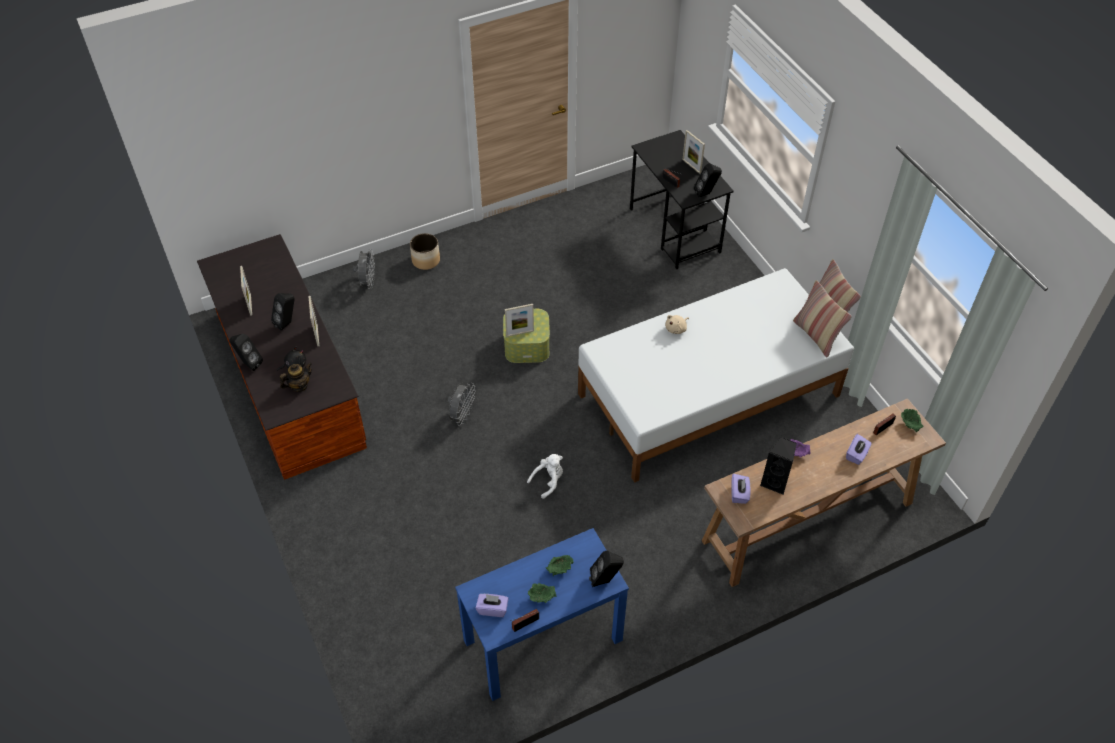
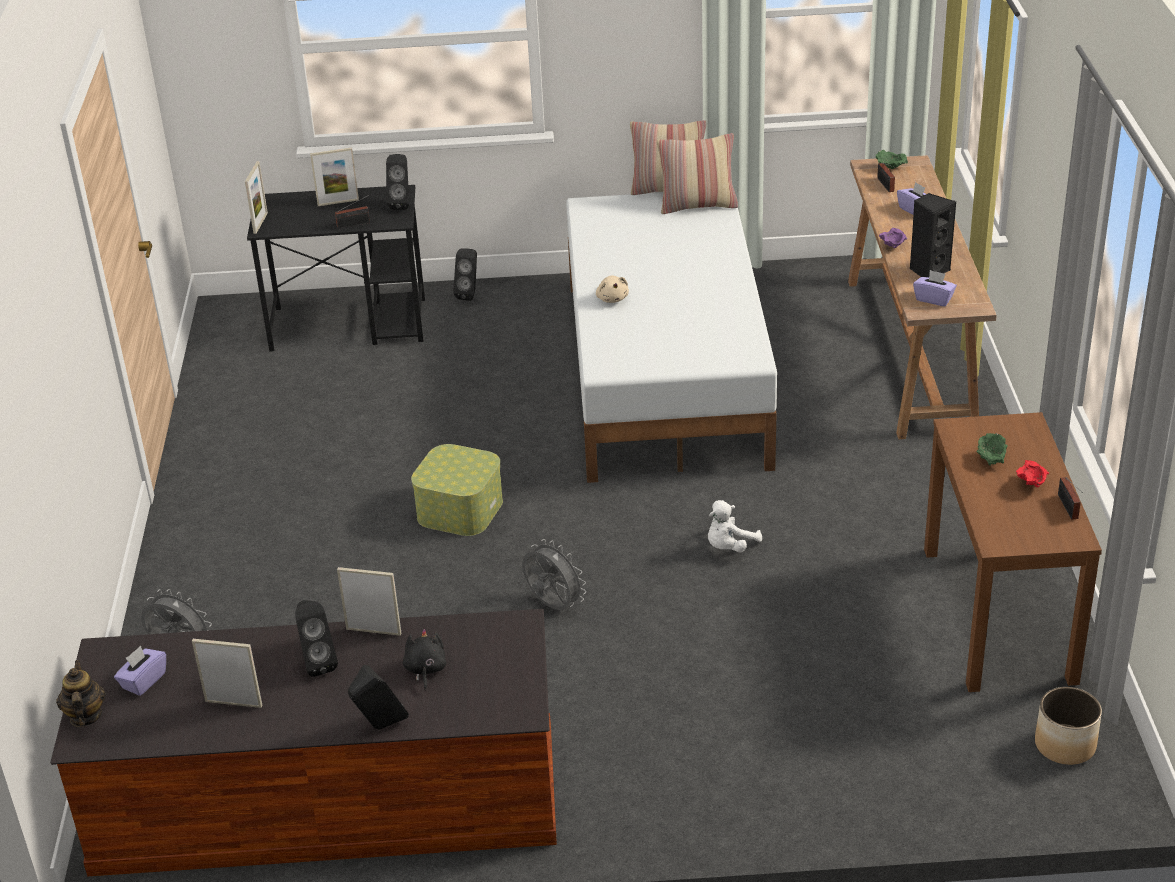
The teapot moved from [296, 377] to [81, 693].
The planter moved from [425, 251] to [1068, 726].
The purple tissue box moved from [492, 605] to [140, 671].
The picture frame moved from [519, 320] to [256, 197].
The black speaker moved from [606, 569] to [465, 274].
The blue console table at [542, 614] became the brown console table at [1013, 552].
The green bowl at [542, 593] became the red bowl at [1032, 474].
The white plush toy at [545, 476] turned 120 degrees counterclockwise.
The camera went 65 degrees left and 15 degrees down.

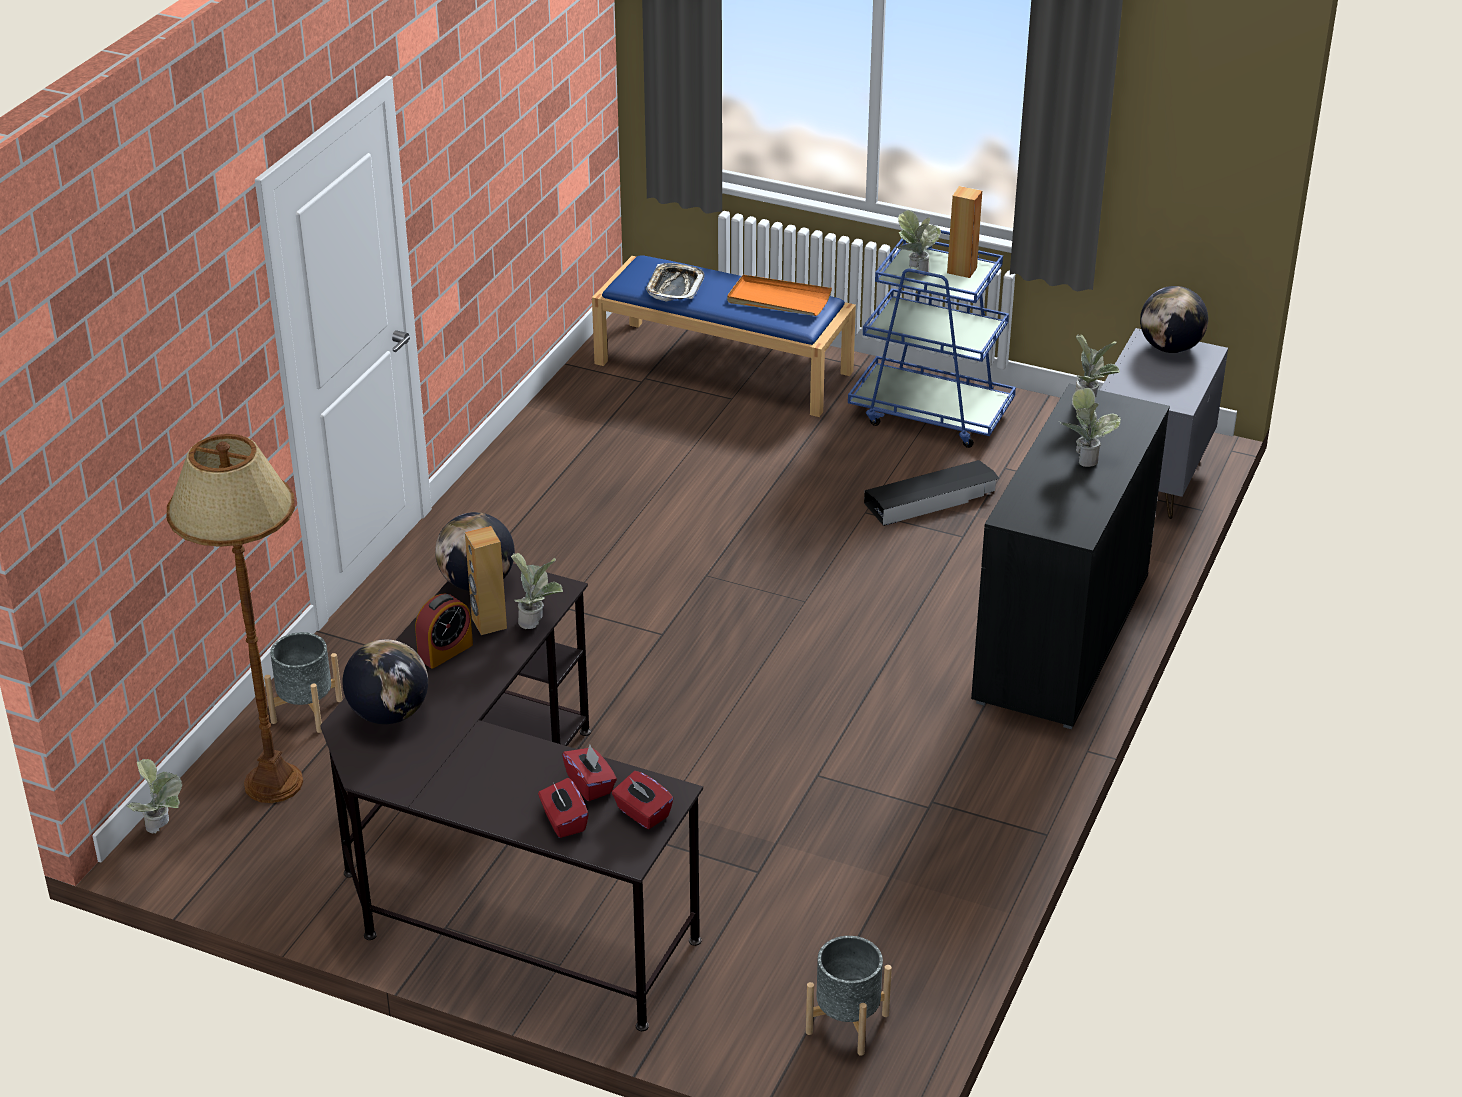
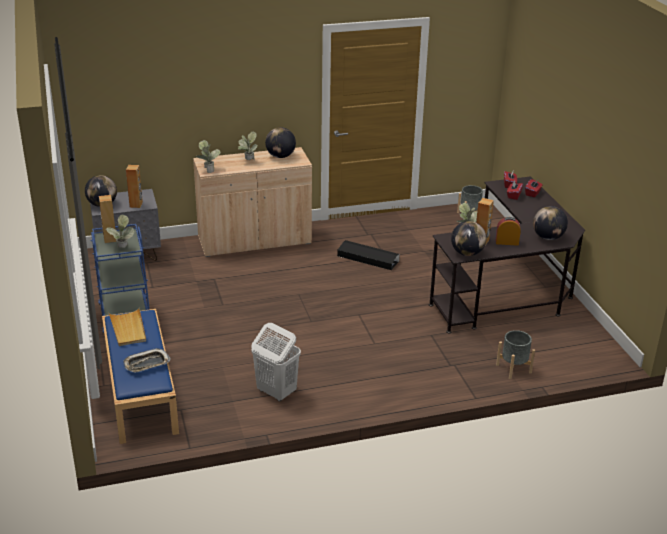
The potted plant at [154, 796] disappeared.
The brown floor lamp at [234, 618] disappeared.
The brown speaker at [134, 186] appeared.
The white laundry basket at [276, 362] appeared.
The globe at [280, 142] appeared.
The black storage box moved from [931, 493] to [368, 255].
The orange tray at [779, 295] became the beige tray at [127, 327].
The black cabinet at [1070, 556] became the beige cabinet at [252, 202].
The camera went 130 degrees left and 5 degrees down.

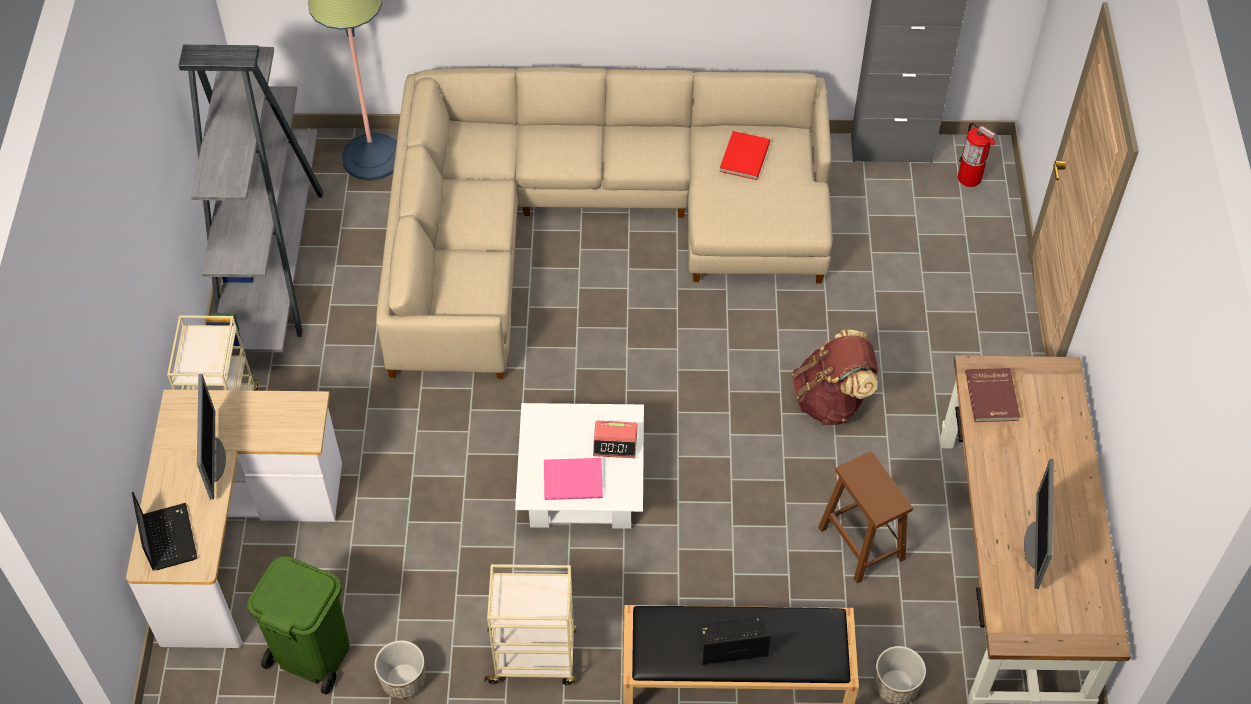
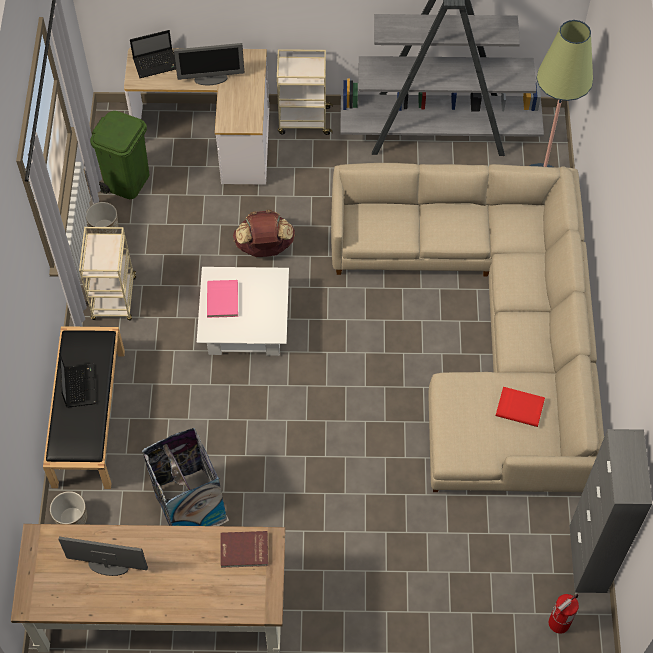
The alarm clock at [615, 439] disappeared.
The brown backpack moved from [835, 377] to [264, 233].
The brown stool at [865, 517] was replaced by the trash can at [185, 477].
The camera went 90 degrees right and 5 degrees up.

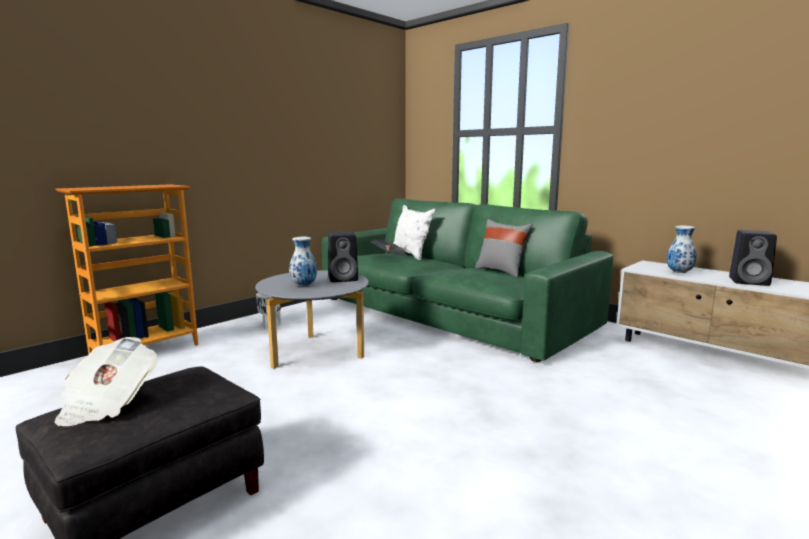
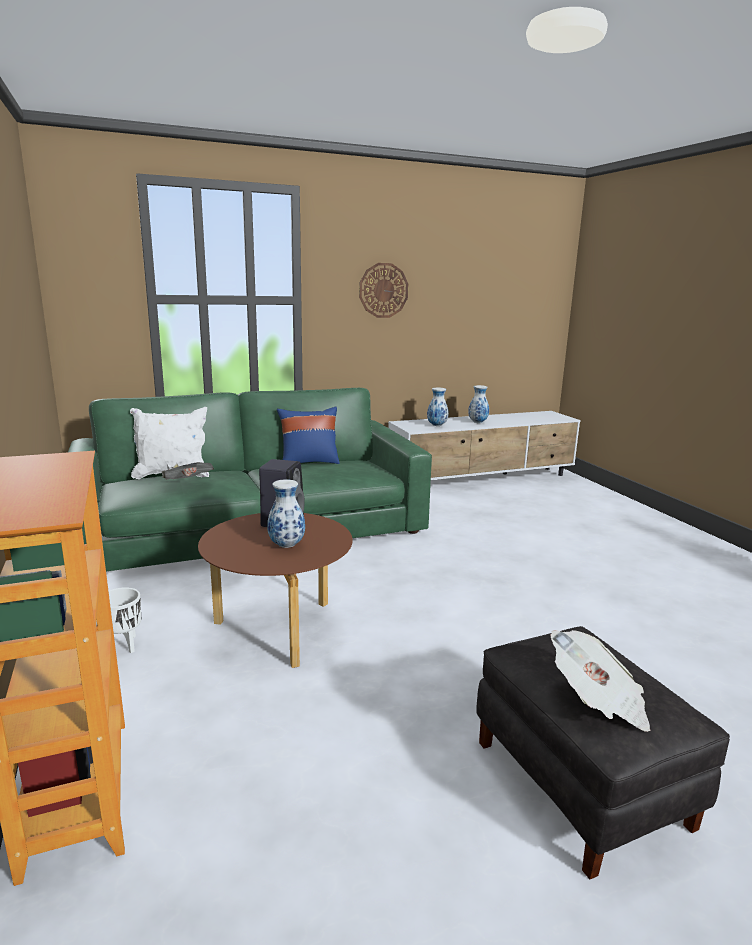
The wall clock at [383, 290] appeared.
The black speaker at [753, 258] was replaced by the vase at [478, 404].
The grey coffee table at [312, 320] became the brown coffee table at [275, 590].
The grey pillow at [503, 248] became the blue pillow at [308, 435].
The camera went 65 degrees left and 5 degrees up.

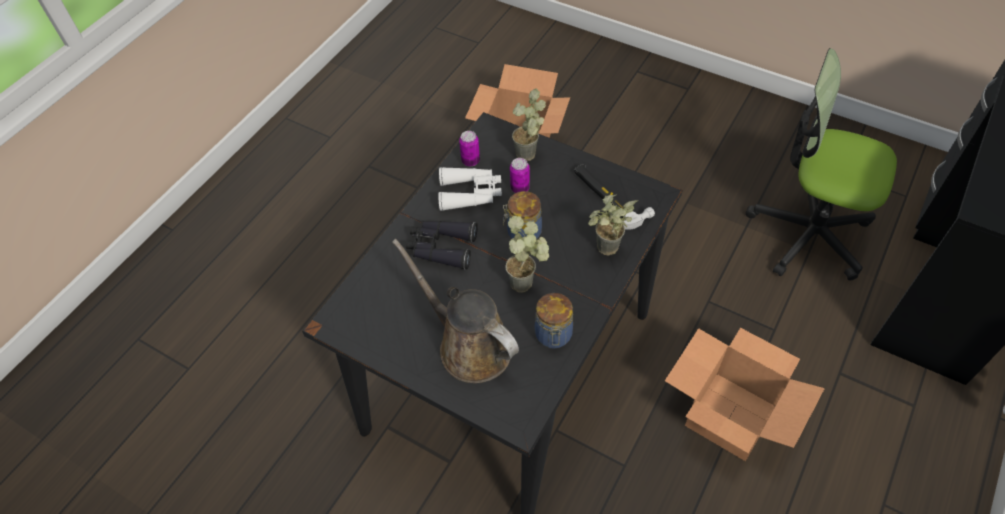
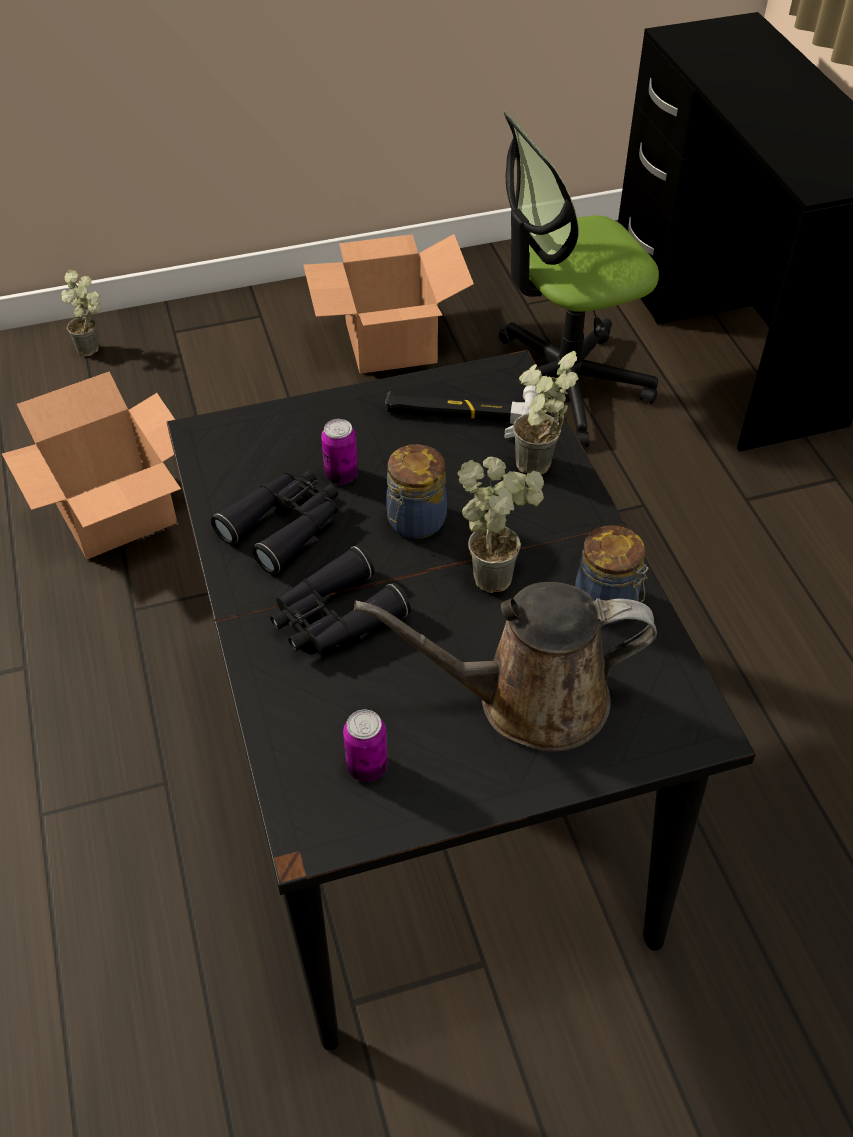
The can moved from [469, 148] to [365, 745].
The potted plant moved from [529, 124] to [81, 313].
The cardboard box moved from [745, 394] to [388, 304].
The white binoculars at [470, 189] became the black binoculars at [274, 522].
The camera went 50 degrees left and 5 degrees down.

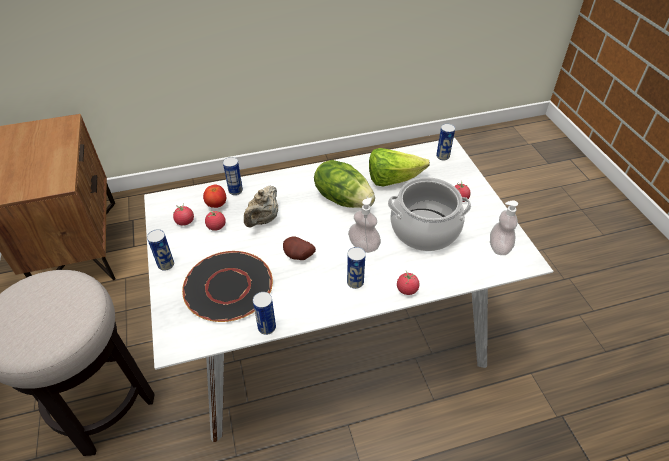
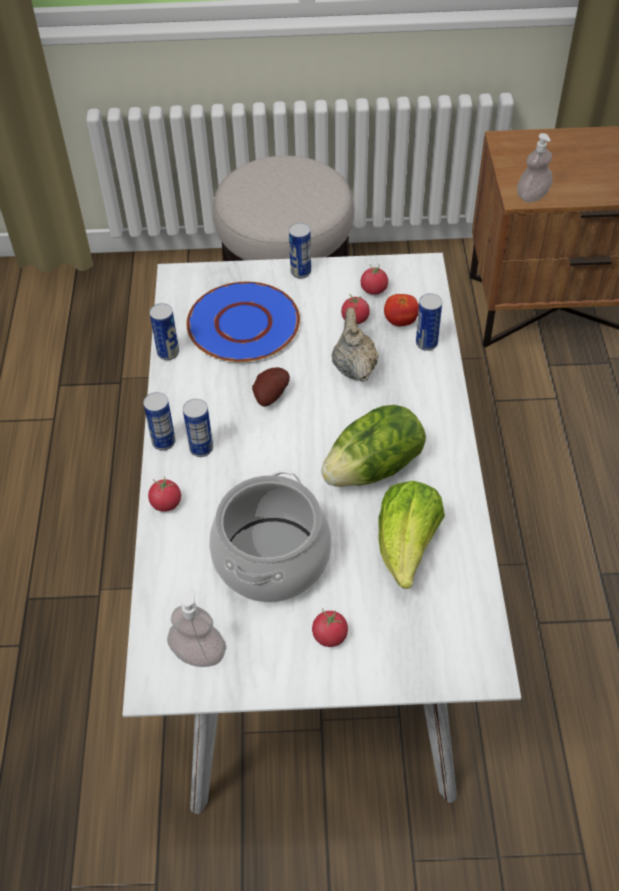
The soap dispenser moved from [364, 225] to [534, 167].
The can moved from [445, 142] to [159, 421].
The black plate at [227, 286] became the blue plate at [243, 322].
The beige teapot at [261, 207] turned 45 degrees clockwise.
The camera went 105 degrees right and 5 degrees up.

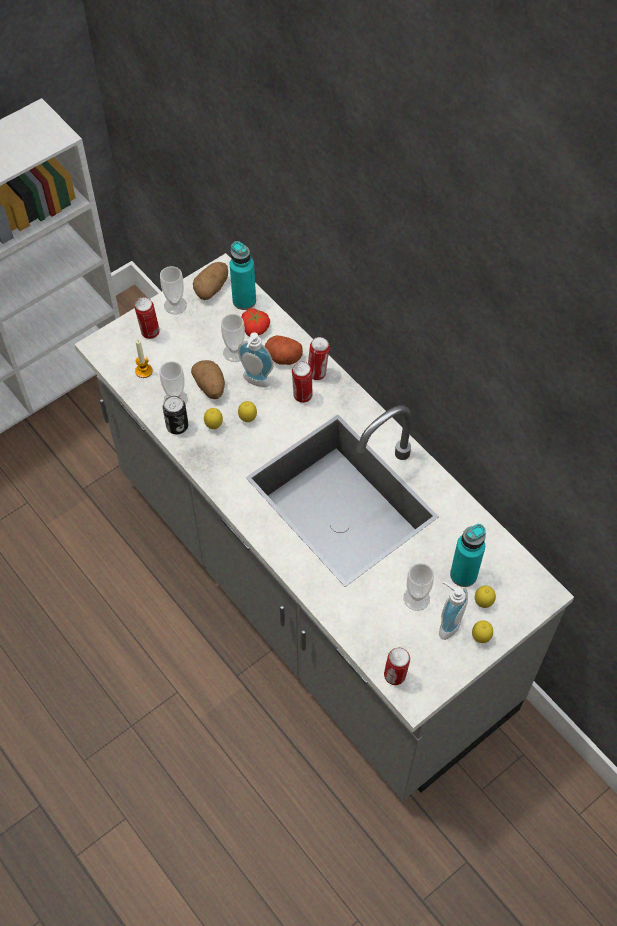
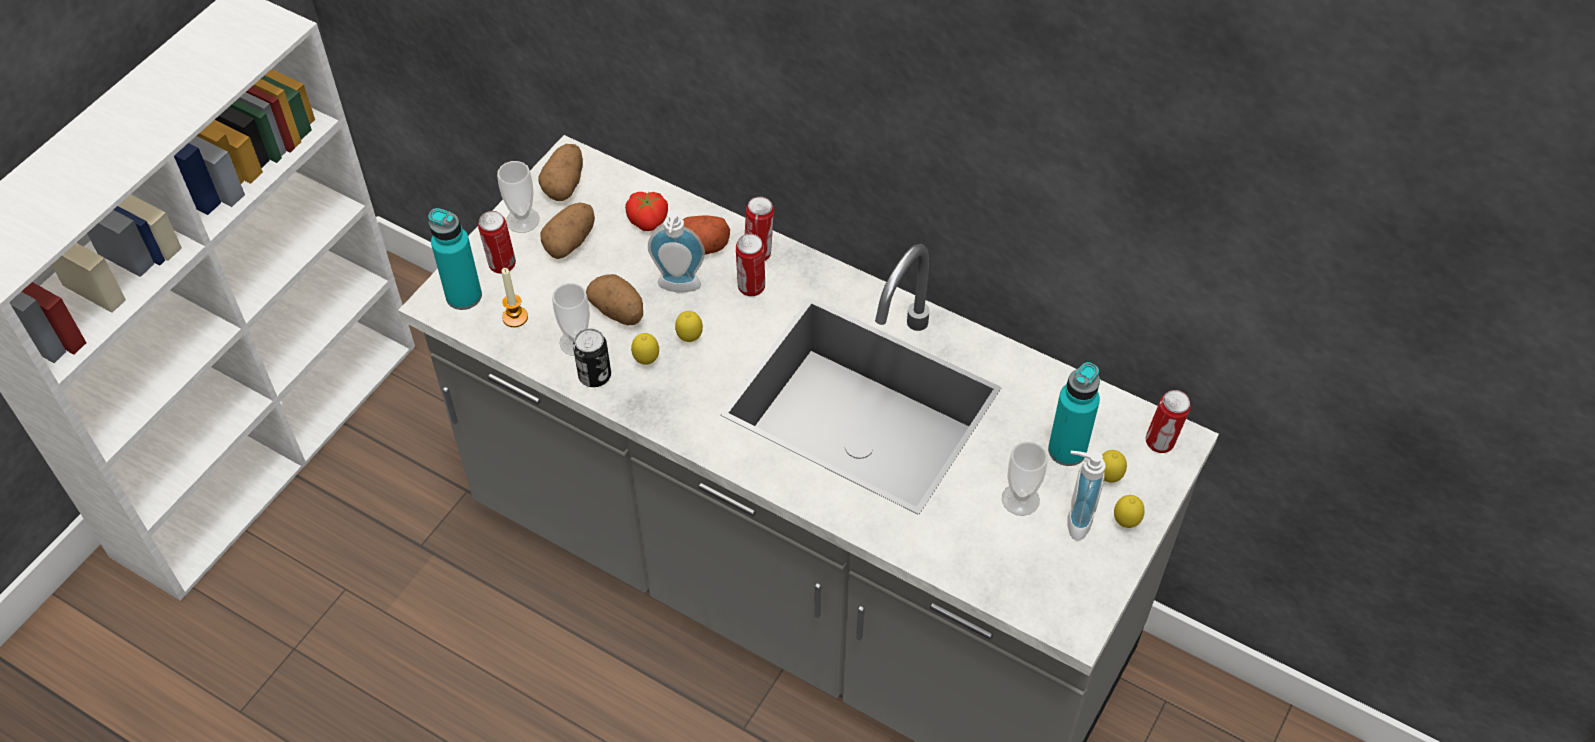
The cup at [233, 338] disappeared.
The potato at [567, 230] appeared.
The turquoise bottle moved from [243, 275] to [455, 259].
The can moved from [397, 666] to [1168, 421].
The camera went 20 degrees left and 5 degrees down.

